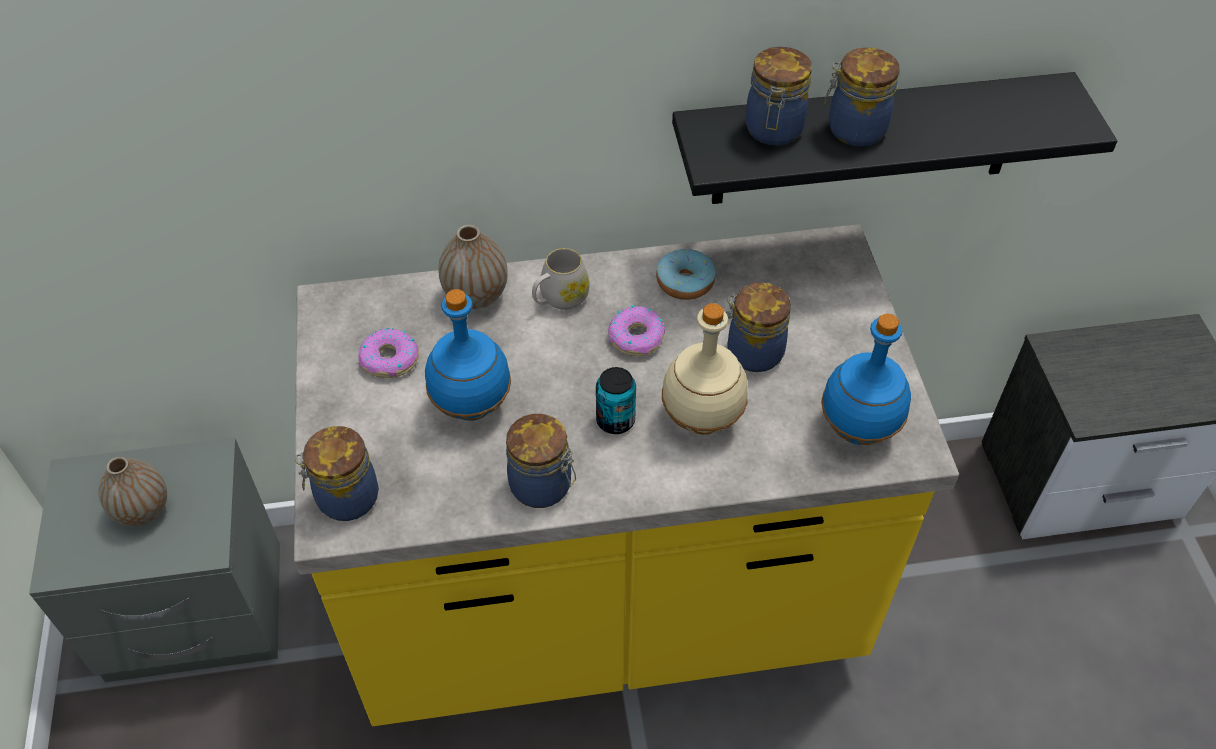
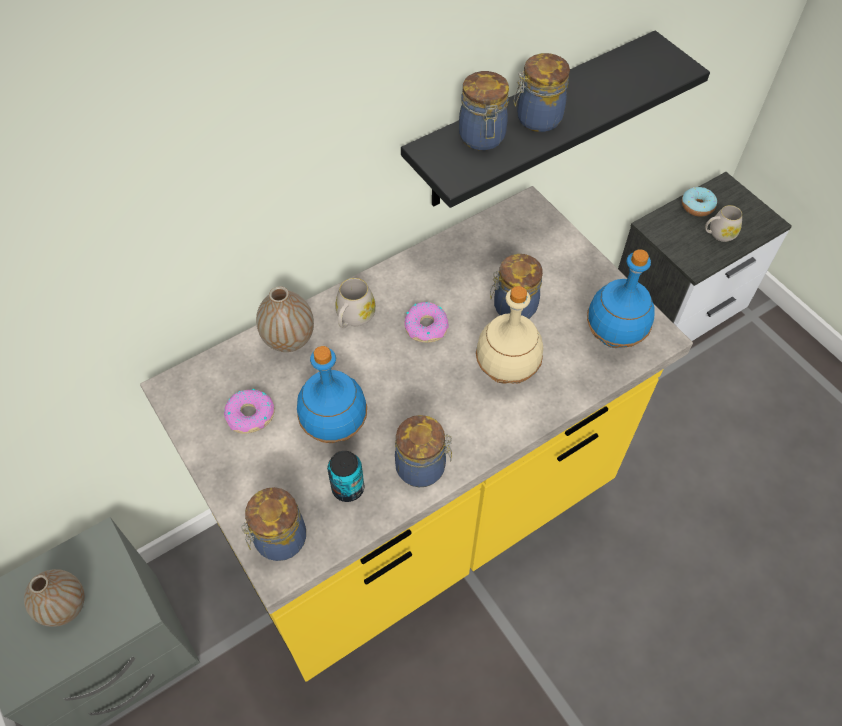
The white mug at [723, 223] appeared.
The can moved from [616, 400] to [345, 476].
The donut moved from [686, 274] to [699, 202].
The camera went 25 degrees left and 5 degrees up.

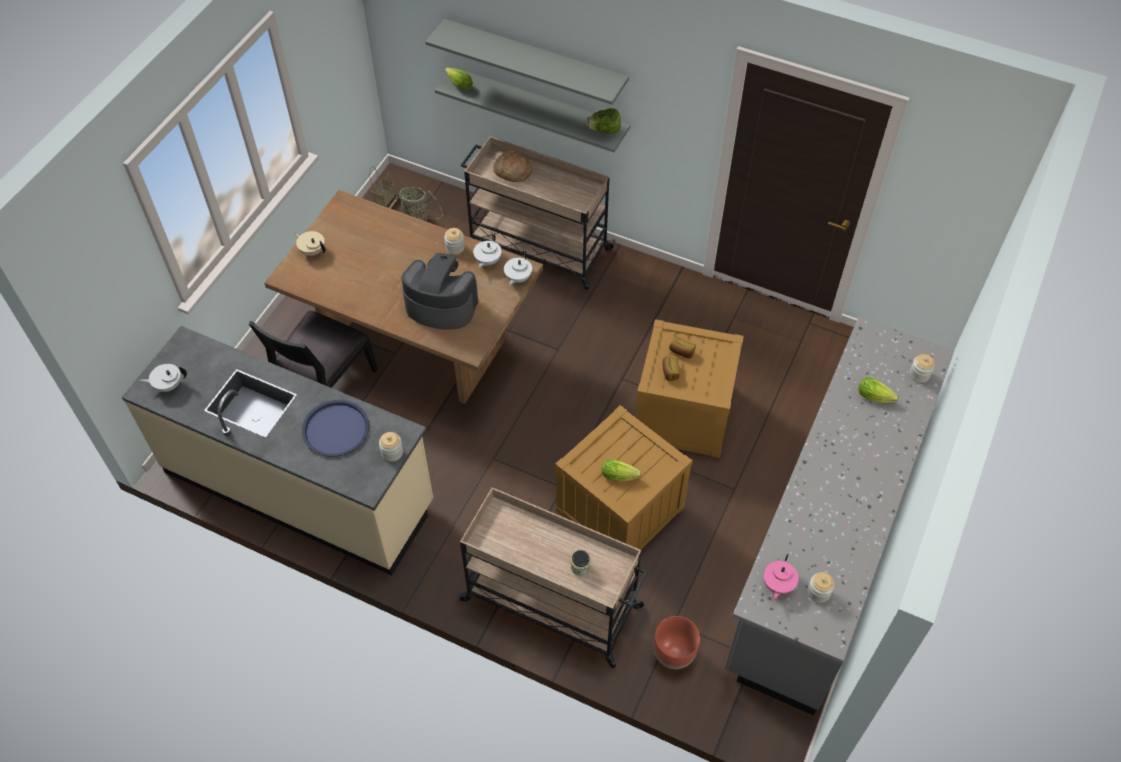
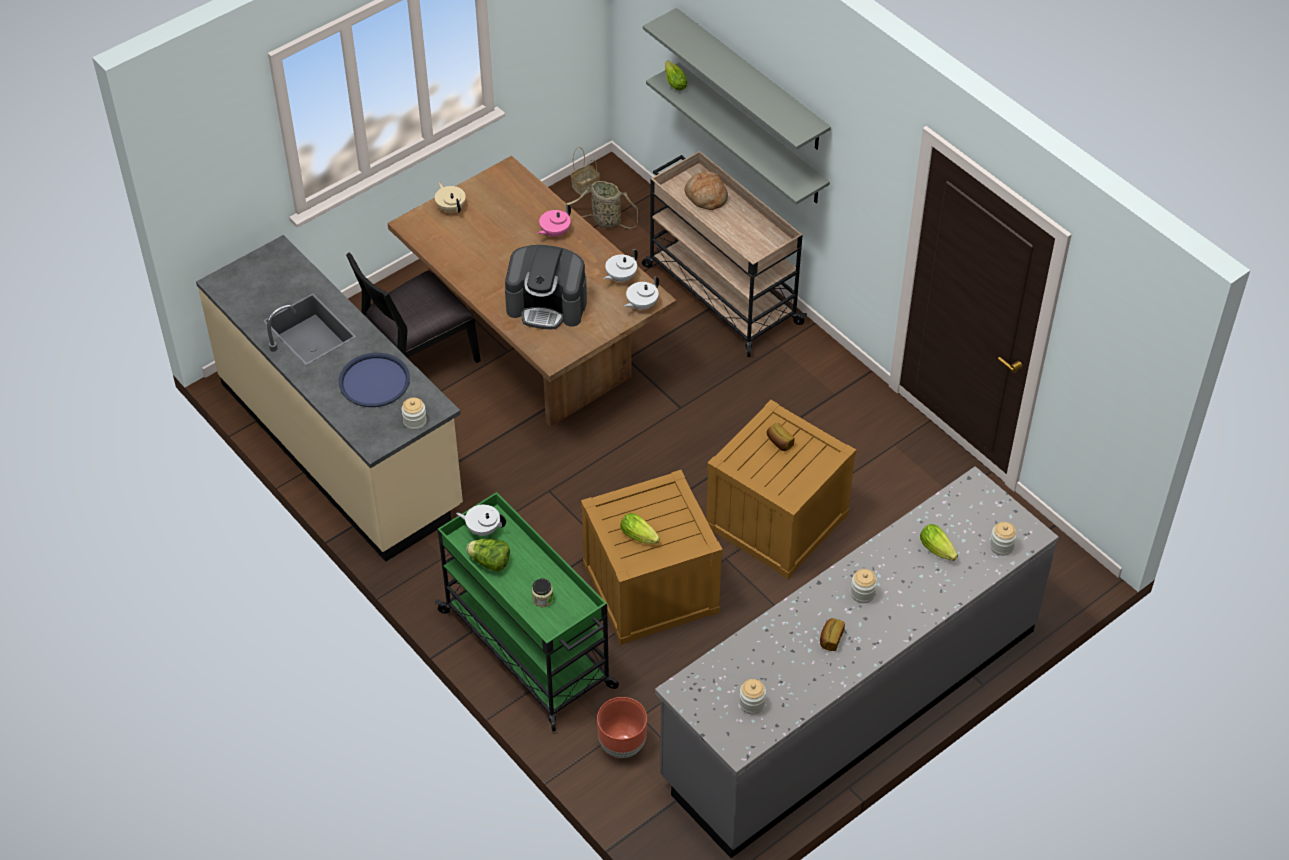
The white teapot moved from [163, 378] to [481, 520].
The jar moved from [454, 241] to [864, 586].
The lettuce moved from [603, 120] to [488, 555].
The bread moved from [671, 368] to [832, 634].
The pink teapot moved from [781, 577] to [554, 220].
The beige cart at [552, 577] became the green cart at [527, 612].
The coffee machine at [439, 291] turned 150 degrees clockwise.
The camera went 25 degrees right and 5 degrees down.

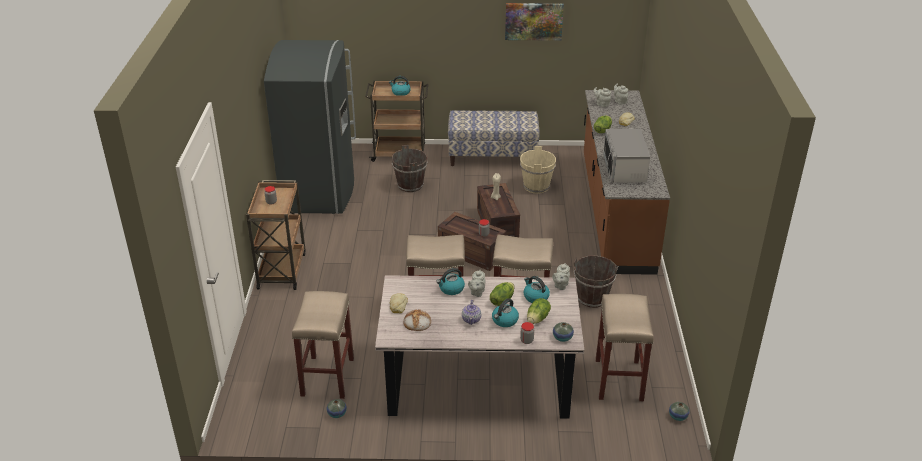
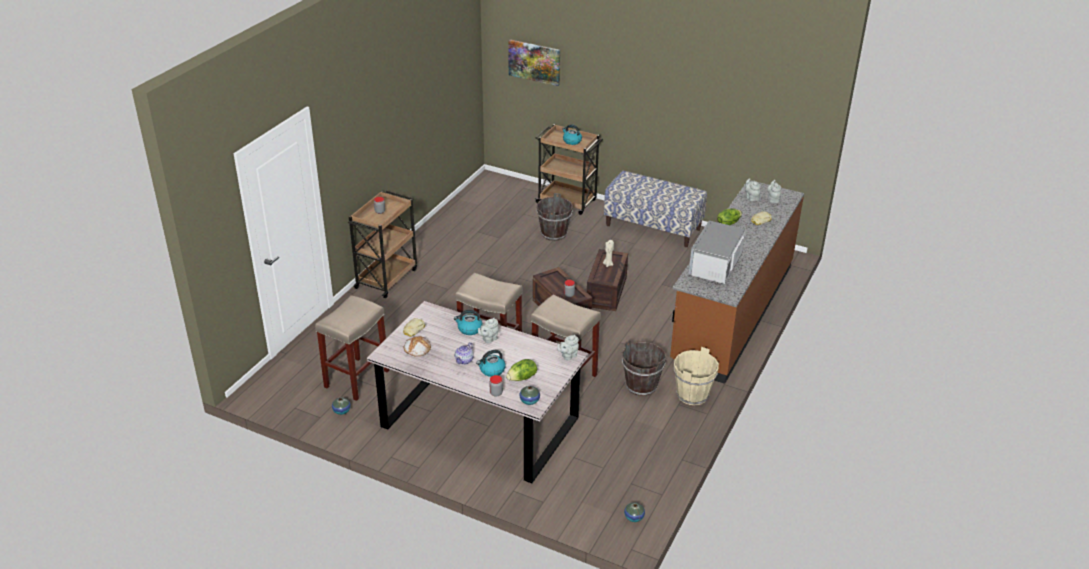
The grey fridge at [310, 127] disappeared.
The lettuce at [502, 294] disappeared.
The kettle at [537, 289] disappeared.
The beige stool at [624, 347] disappeared.
The picture moved from [534, 22] to [534, 62].
The beige bucket moved from [538, 170] to [696, 376].
The camera went 25 degrees right and 0 degrees up.

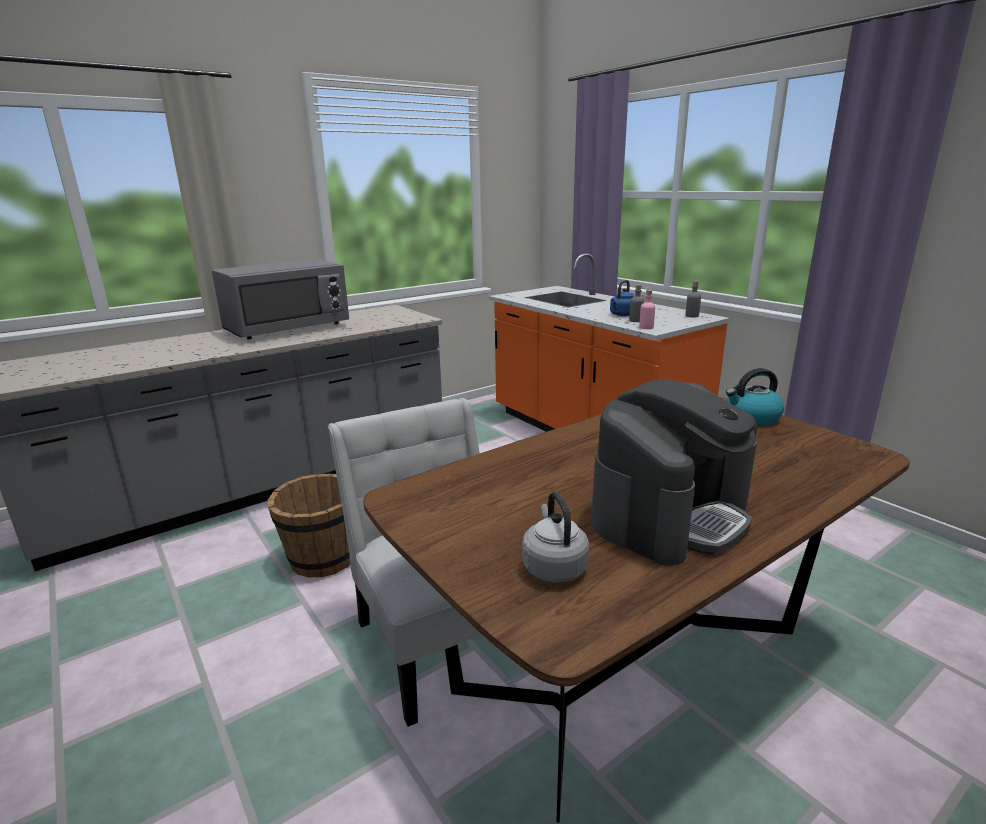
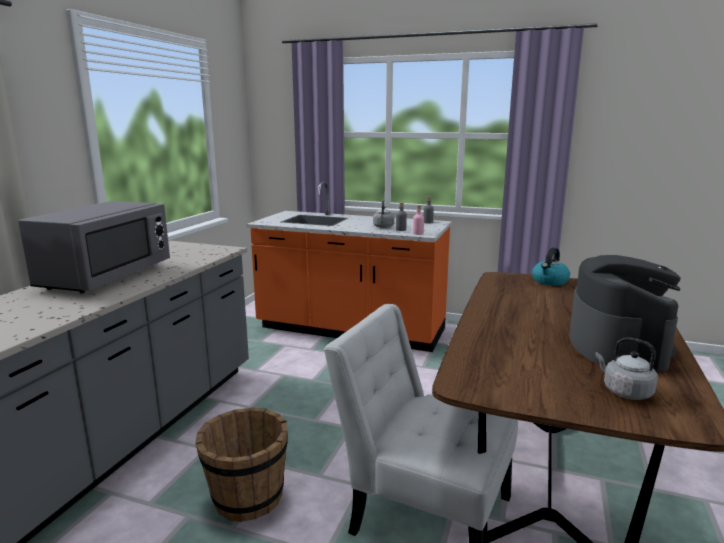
The blue kettle at [622, 298] became the grey kettle at [384, 214].
The camera went 35 degrees left and 5 degrees down.

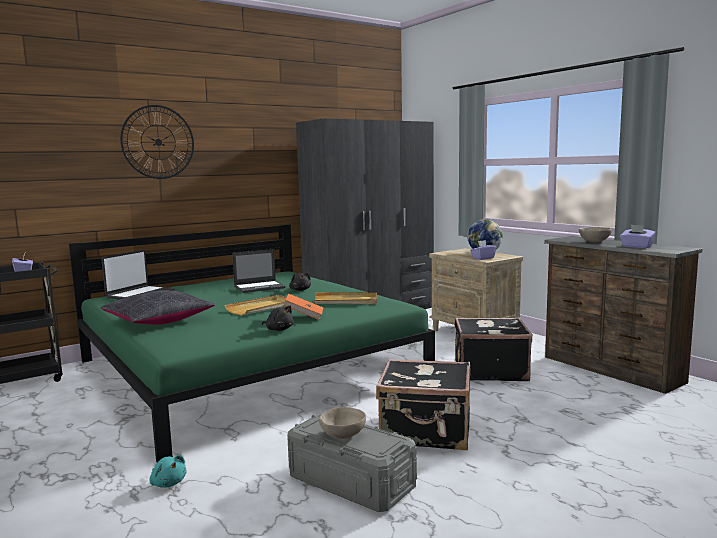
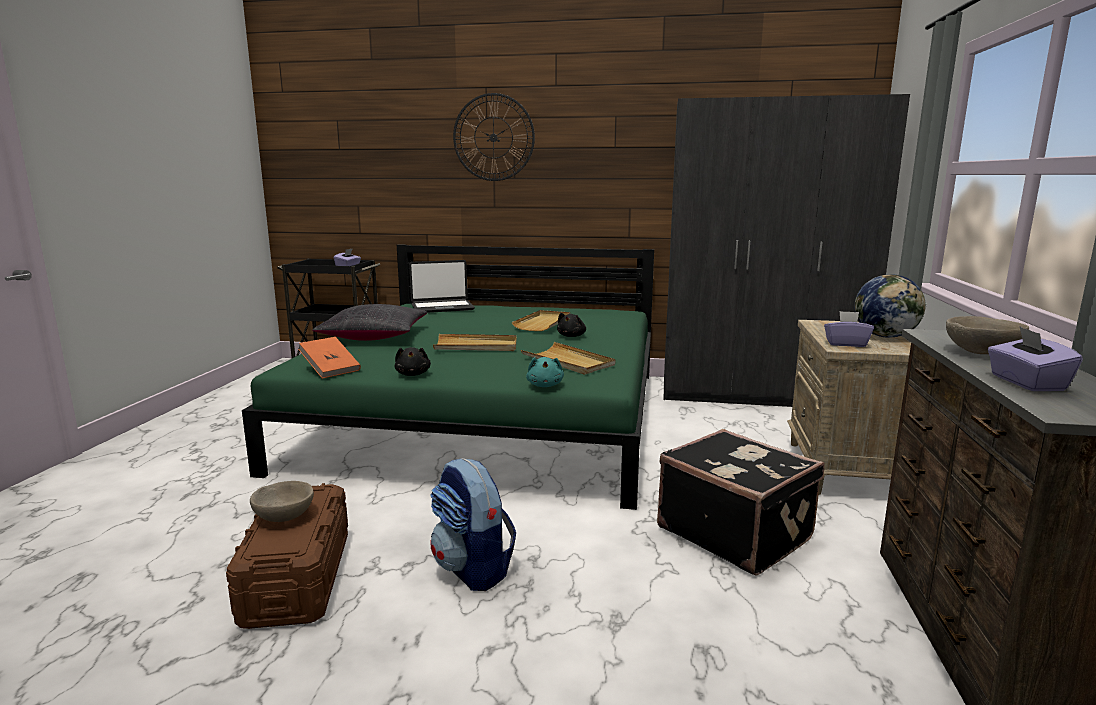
The turquoise plush toy moved from [168, 471] to [545, 372].
The orange book moved from [303, 307] to [329, 358].
The laptop at [259, 271] was replaced by the beige tray at [541, 320].
The black suitcase at [423, 404] was replaced by the backpack at [473, 524].
The grey storage box at [352, 462] became the brown storage box at [287, 556].
The camera went 45 degrees right and 5 degrees up.

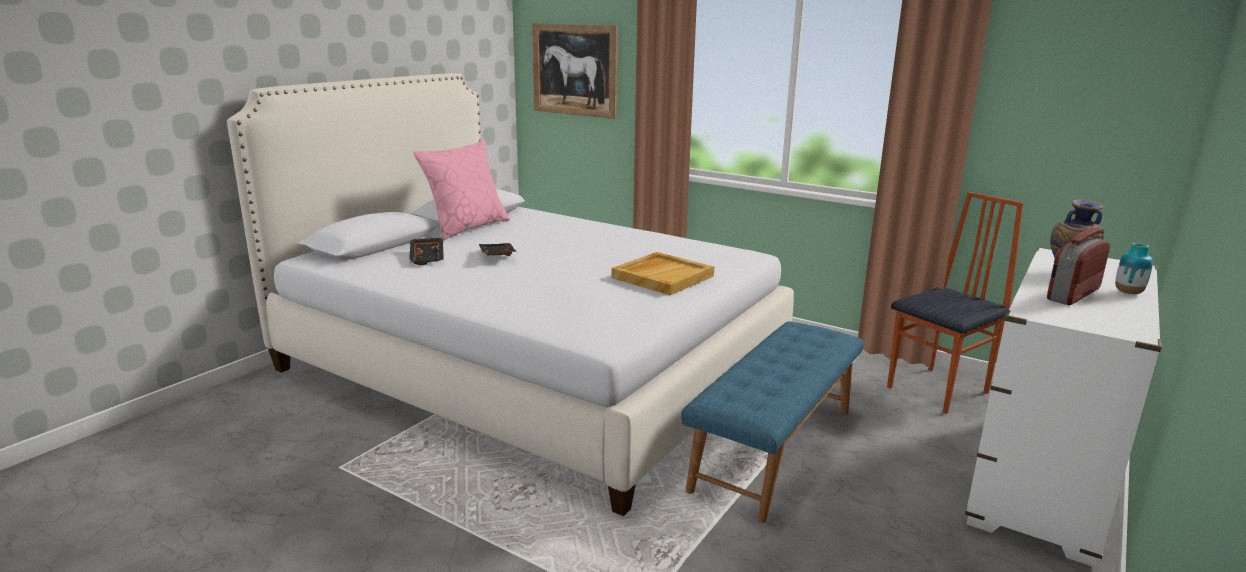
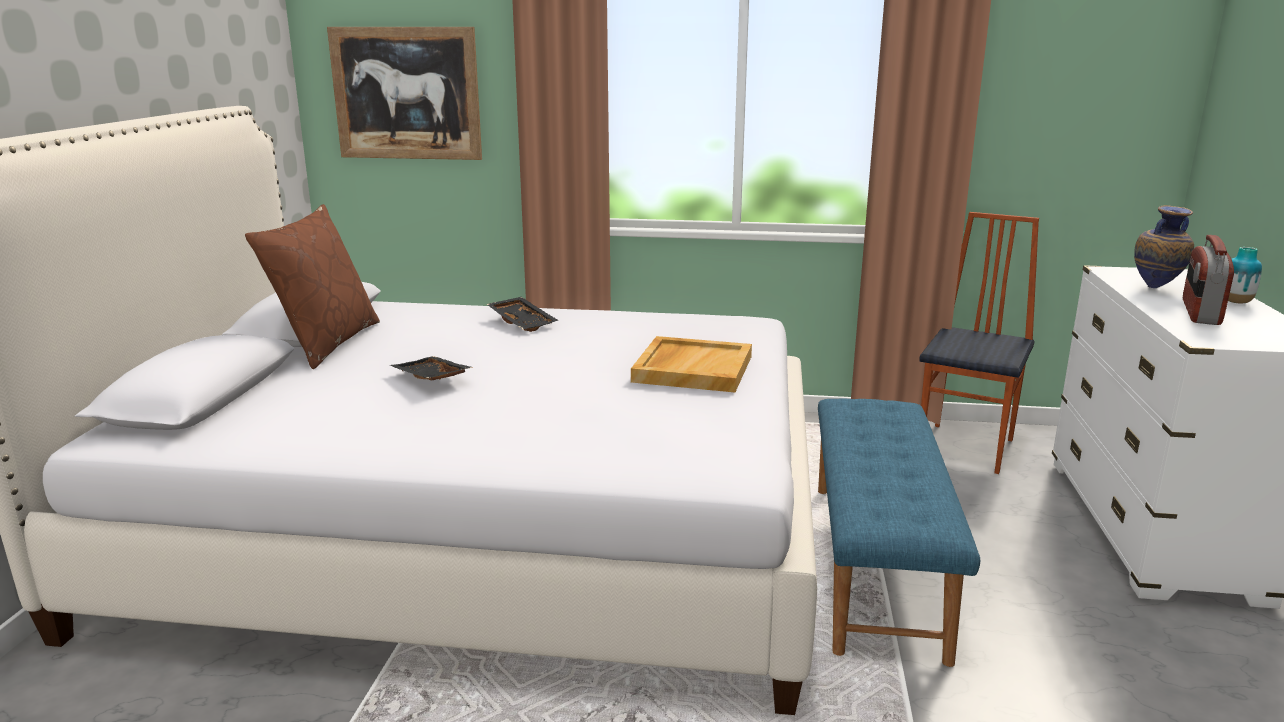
The black tray moved from [426, 251] to [522, 314].
The pink pillow at [461, 189] became the brown pillow at [312, 286].
The camera went 25 degrees left and 0 degrees up.

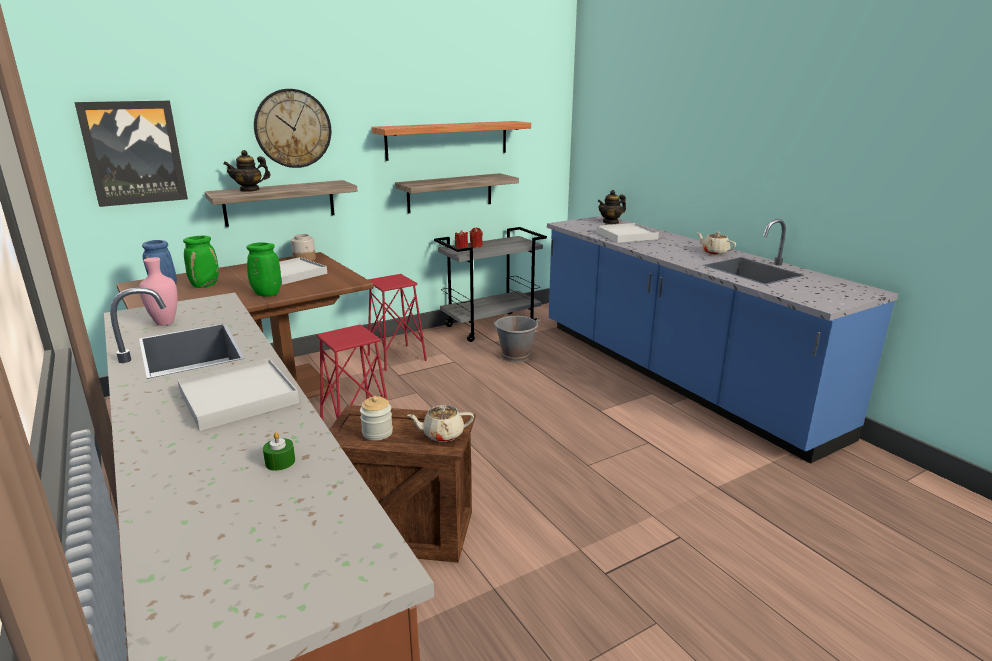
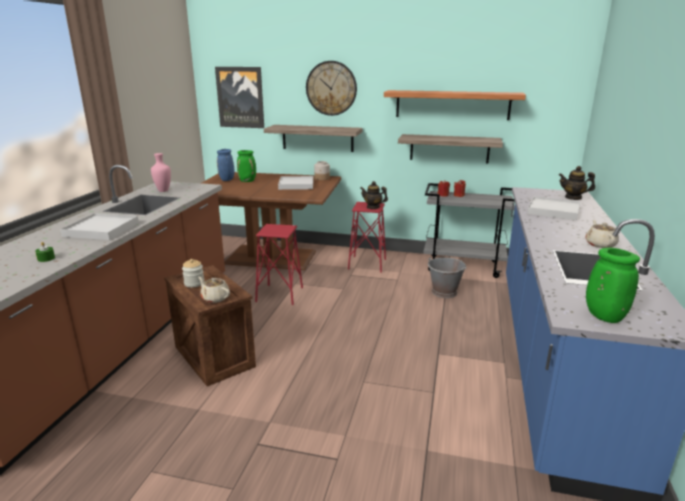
The teapot moved from [247, 171] to [374, 195].
The green vase moved from [264, 269] to [613, 285].
The camera went 45 degrees right and 0 degrees up.

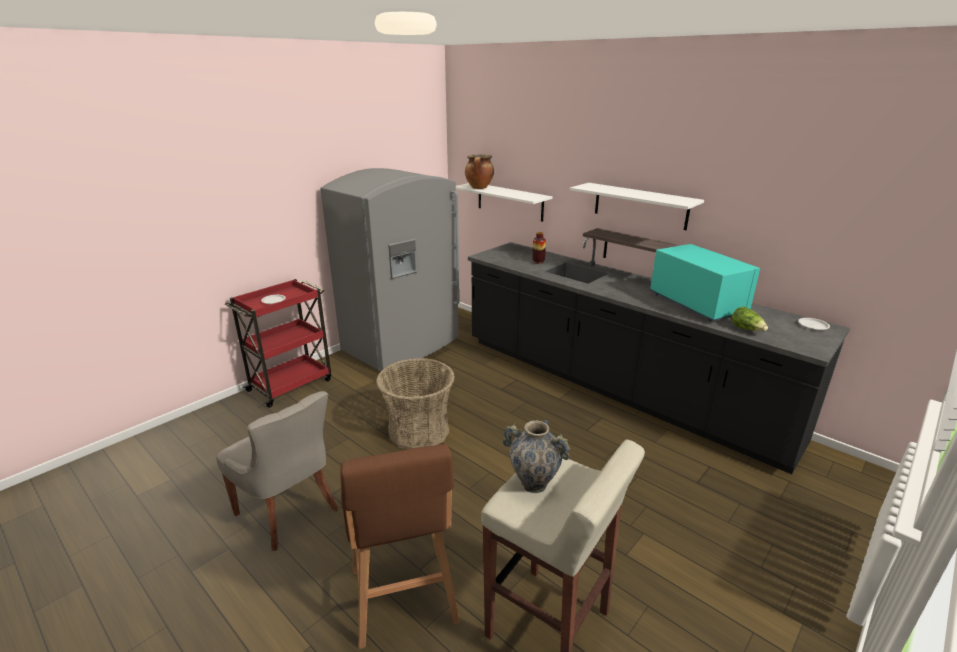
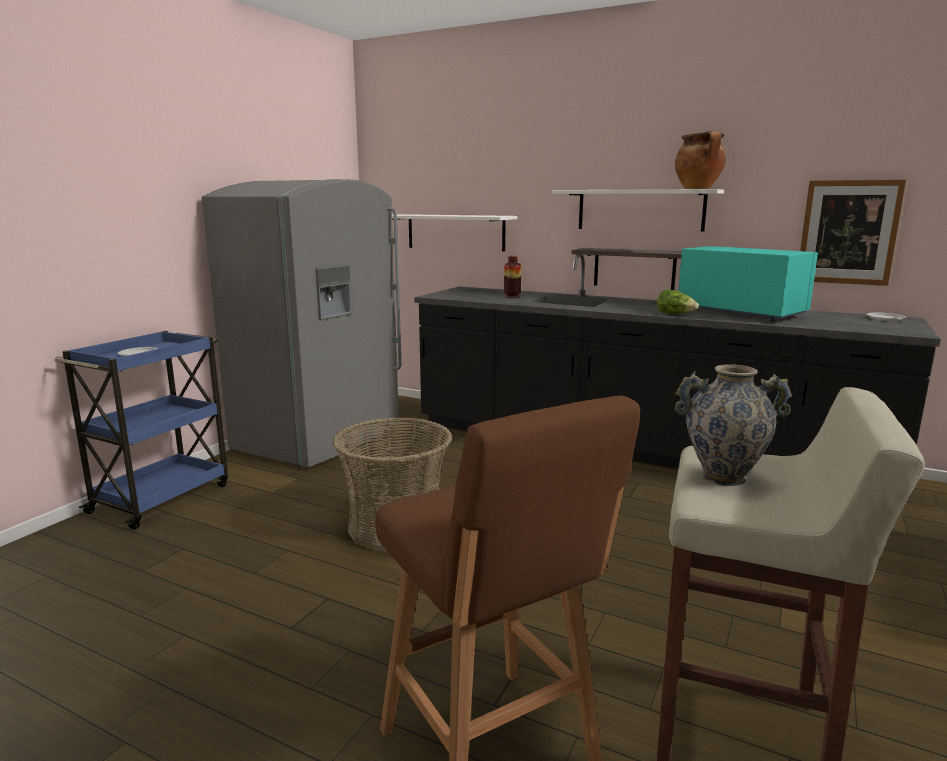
The grey chair at [277, 471] disappeared.
The picture at [853, 232] appeared.
The cooking pot moved from [479, 172] to [700, 160].
The lettuce moved from [750, 319] to [678, 301].
The red cart at [278, 343] became the blue cart at [141, 430].
The camera went 15 degrees left and 10 degrees down.

